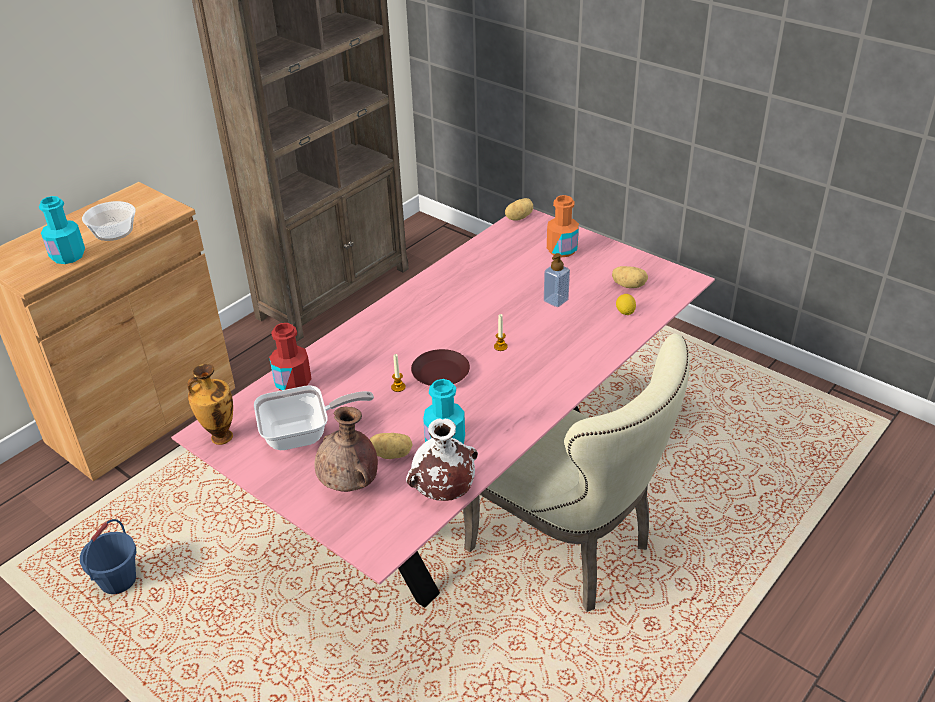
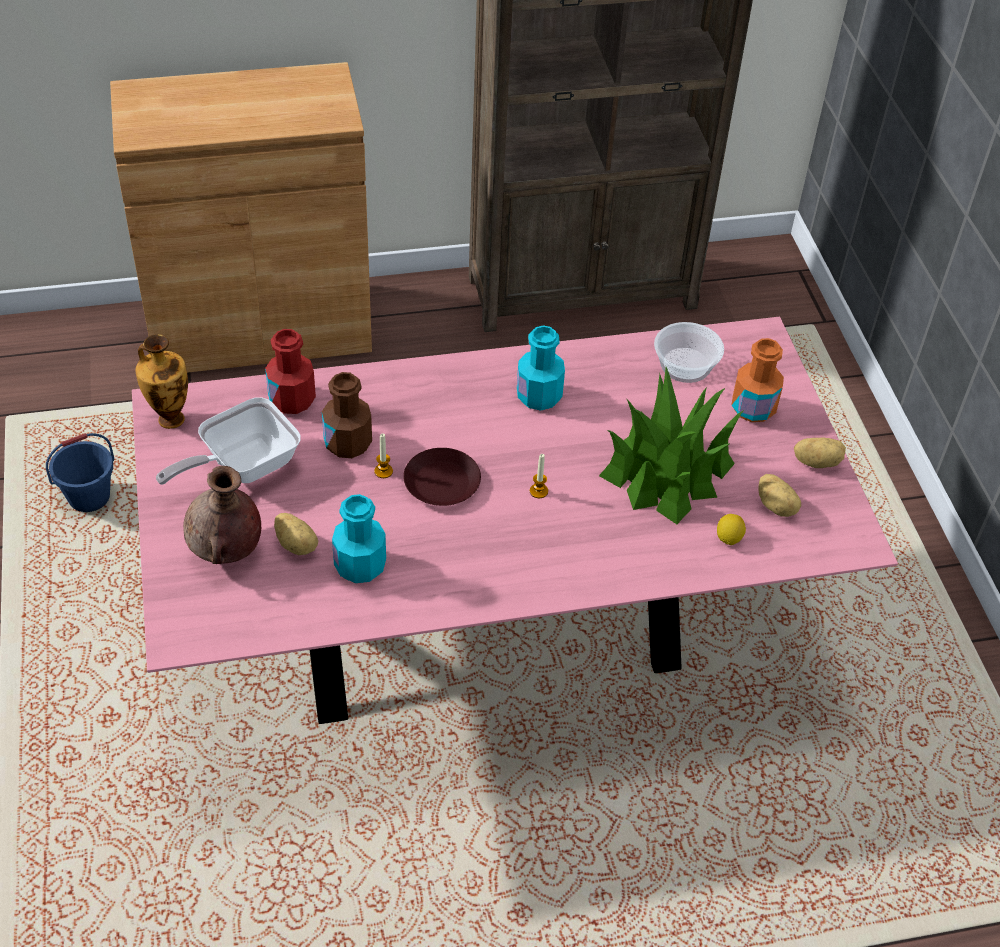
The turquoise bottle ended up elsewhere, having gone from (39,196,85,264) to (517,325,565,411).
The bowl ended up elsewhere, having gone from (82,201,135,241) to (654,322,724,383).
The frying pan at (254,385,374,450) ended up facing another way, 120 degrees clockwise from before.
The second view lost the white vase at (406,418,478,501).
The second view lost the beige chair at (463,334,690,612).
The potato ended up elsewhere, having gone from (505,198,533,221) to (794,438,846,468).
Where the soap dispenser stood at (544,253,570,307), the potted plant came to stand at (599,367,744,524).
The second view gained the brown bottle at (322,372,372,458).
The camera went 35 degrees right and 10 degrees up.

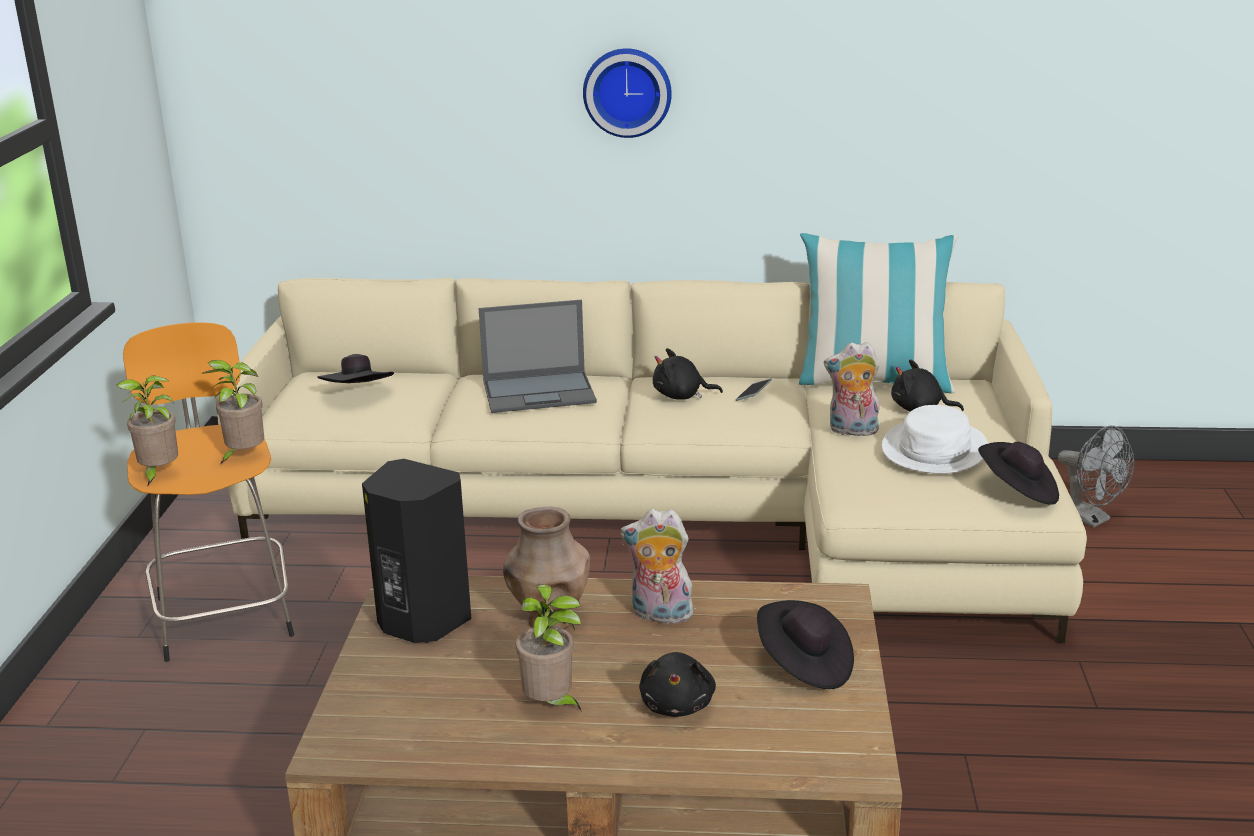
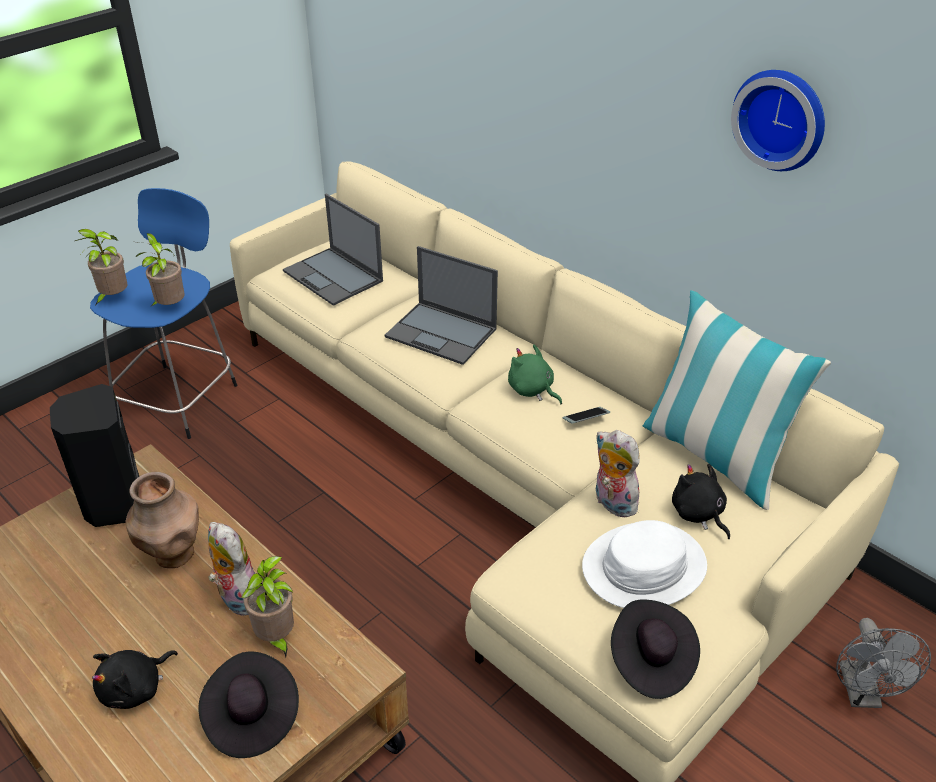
What was the orange stool at (123,322,294,662) turned into the blue stool at (90,188,237,439).
Where the black hat stood at (317,354,394,383), the laptop came to stand at (283,194,383,306).
The potted plant ended up elsewhere, having gone from (516,584,582,712) to (241,556,294,657).
The wall clock ended up elsewhere, having gone from (583,48,672,138) to (731,70,825,171).
What was the black plush toy at (653,348,723,400) turned into the green plush toy at (508,345,562,404).
The camera went 40 degrees right and 15 degrees up.

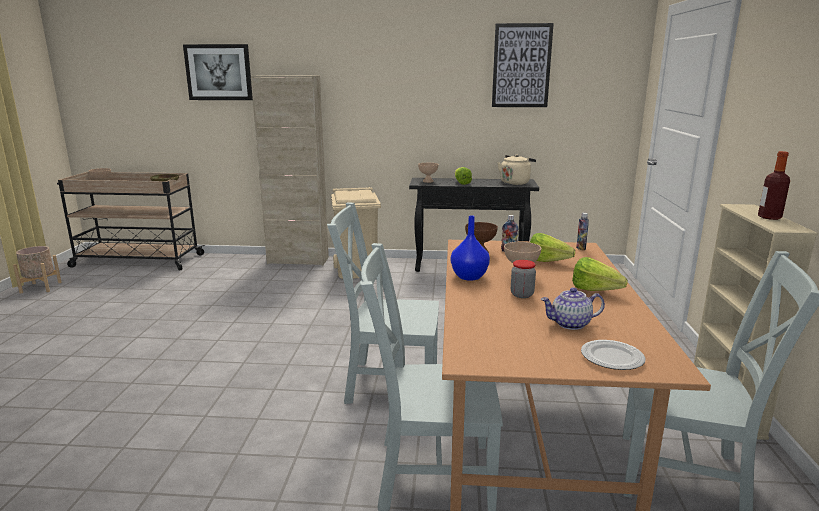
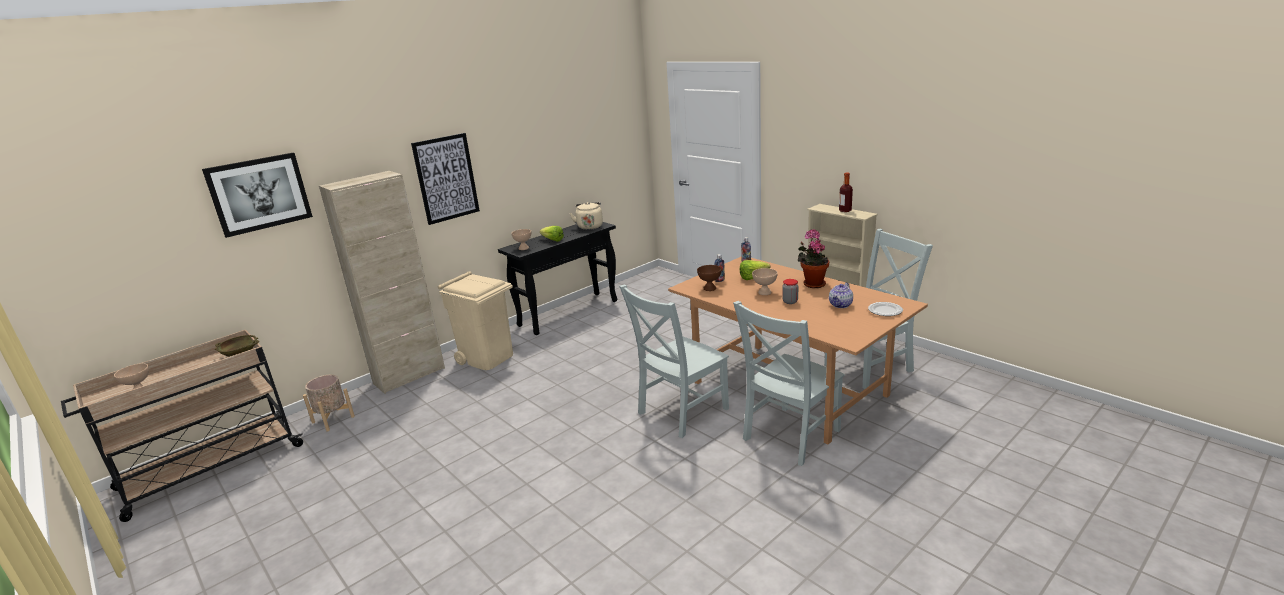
The beige planter ended up elsewhere, having gone from (13,246,62,294) to (303,375,355,431).
The second view lost the blue vase at (451,215,490,281).
The picture ended up elsewhere, having gone from (492,23,554,107) to (411,133,480,225).
Where the lettuce stood at (572,257,628,291), the potted plant came to stand at (798,229,830,288).
The camera went 45 degrees left and 5 degrees up.

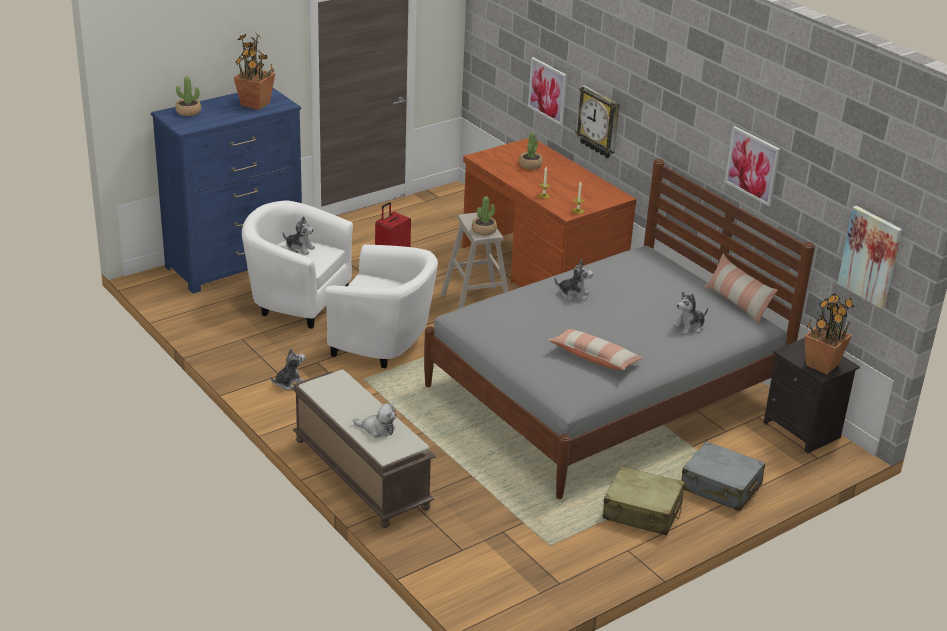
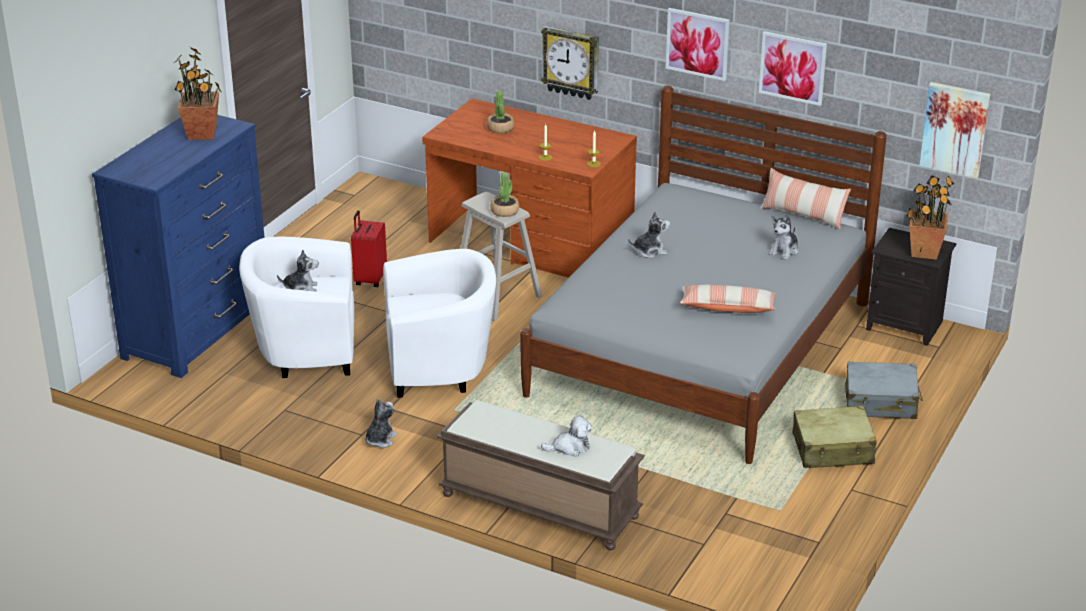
The second view lost the potted plant at (176,76,201,116).
The picture ended up elsewhere, having gone from (528,57,567,125) to (666,8,730,81).
The camera went 25 degrees left and 0 degrees up.

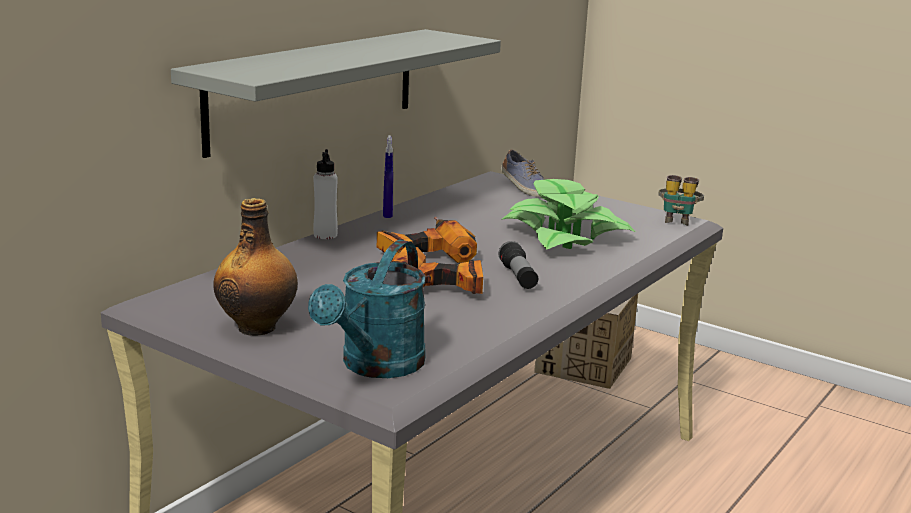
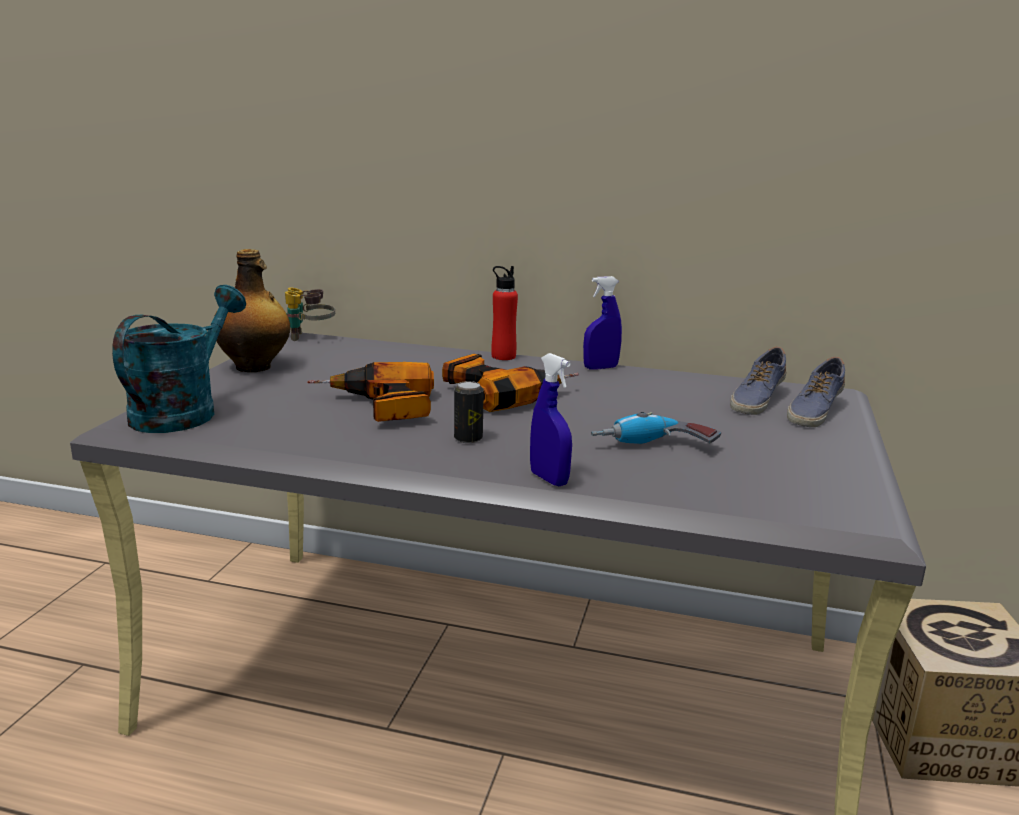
The second view lost the grey shelf at (171,29,501,158).
The turquoise watering can at (308,240,426,378) ended up facing another way, 105 degrees clockwise from before.
What was the white bottle at (313,149,338,239) turned into the red bottle at (491,266,518,360).
Where the flashlight stood at (499,241,538,289), the can came to stand at (454,381,484,443).
Where the potted plant stood at (501,179,636,250), the power drill came to stand at (591,412,721,445).
The binoculars ended up elsewhere, having gone from (658,175,704,226) to (285,287,335,341).
The second view gained the blue spray bottle at (530,353,572,486).
The second view gained the shoe at (730,347,786,415).
The camera went 70 degrees right and 0 degrees up.

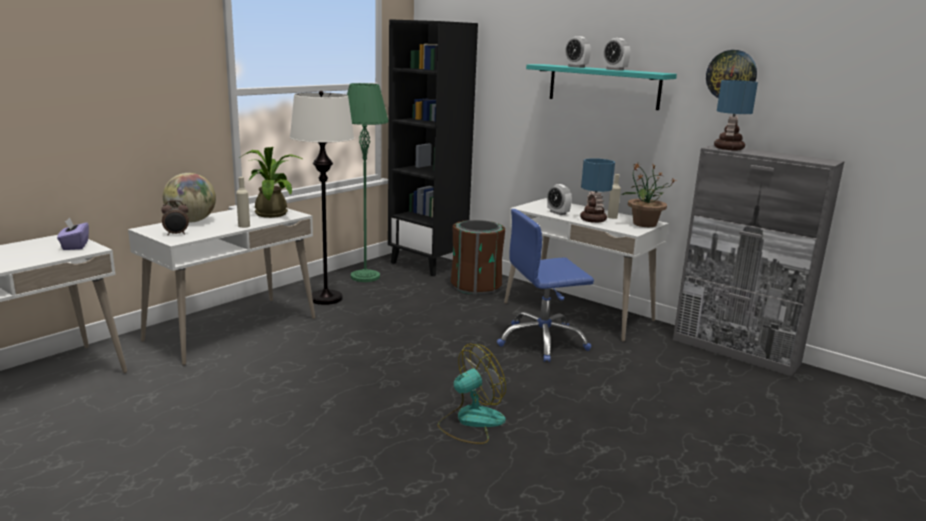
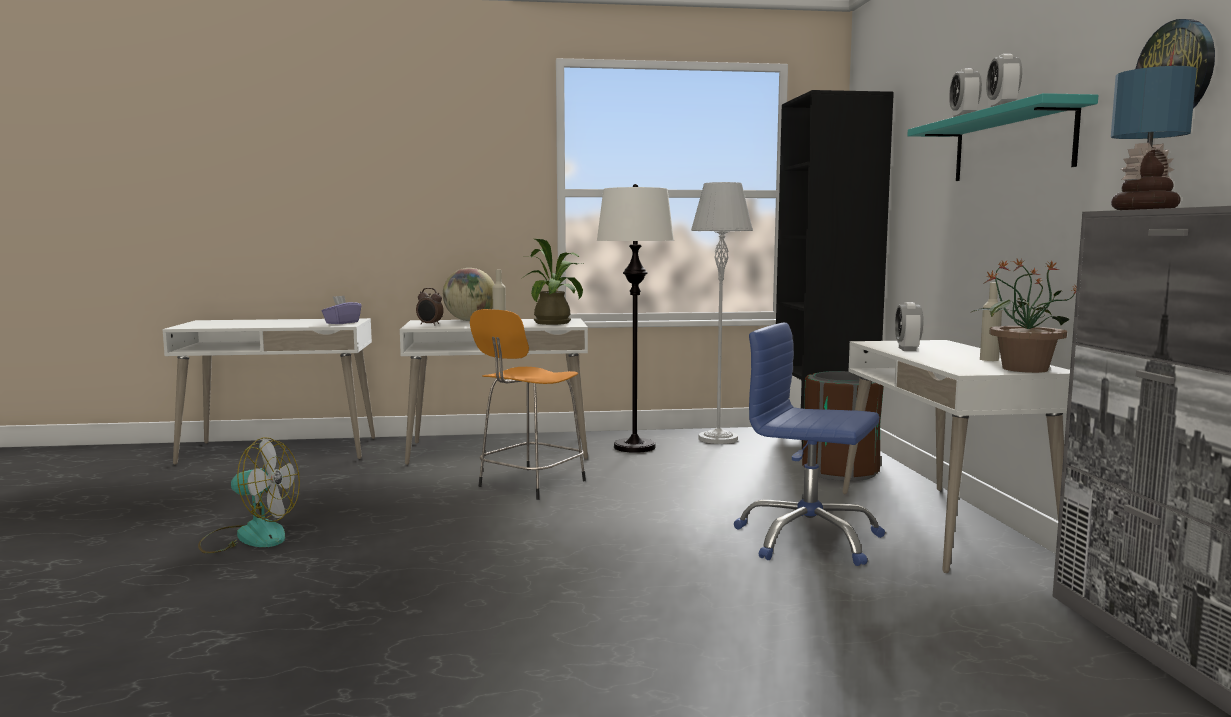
What was the green floor lamp at (347,83,389,282) turned into the grey floor lamp at (691,182,753,444).
The fan ended up elsewhere, having gone from (438,344,506,444) to (198,437,300,554).
The second view lost the table lamp at (580,158,615,223).
The second view gained the orange stool at (470,309,586,500).
The camera went 45 degrees right and 10 degrees down.

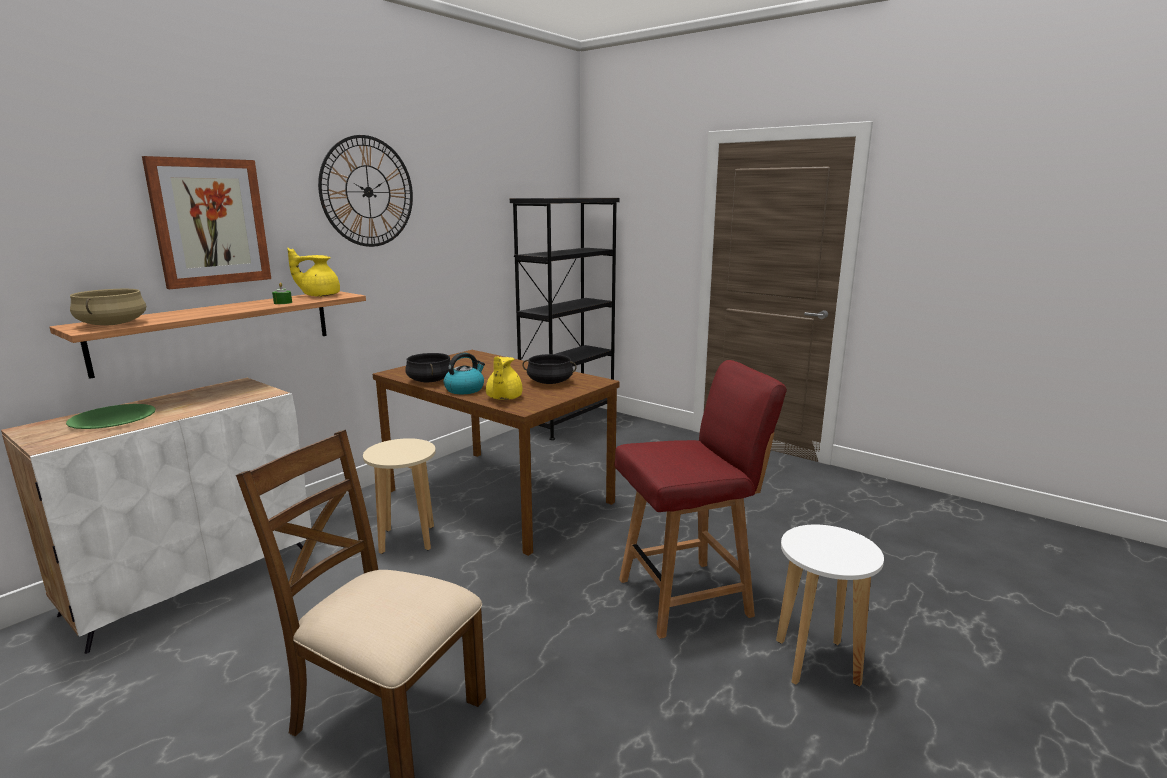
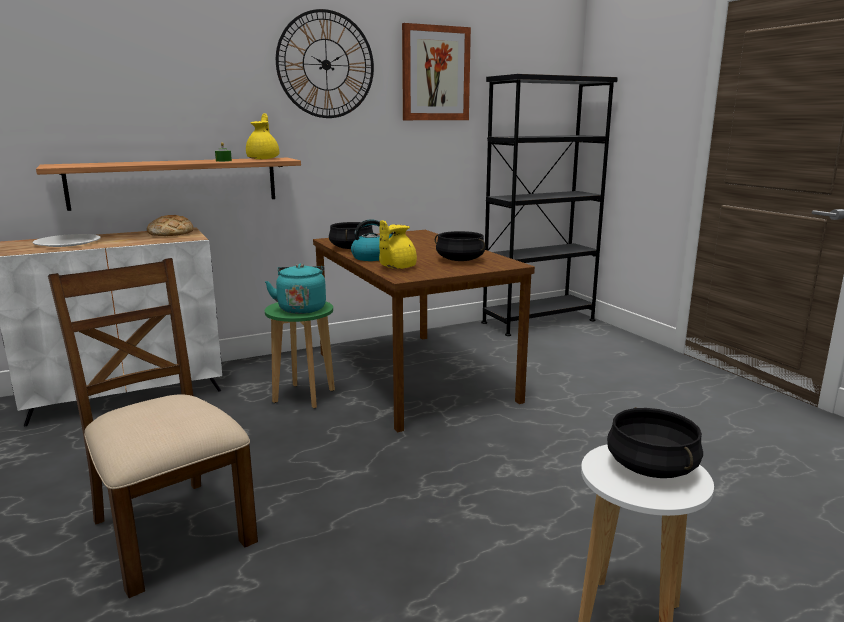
What was the green plate at (66,404,156,429) turned into the white plate at (33,234,101,247).
The second view lost the beige cooking pot at (70,289,146,325).
The picture ended up elsewhere, having gone from (142,156,271,289) to (402,23,471,120).
The yellow teapot at (287,248,340,297) ended up facing another way, 75 degrees clockwise from before.
What was the beige stool at (363,438,436,554) turned into the green stool at (265,302,335,408).
The second view lost the red chair at (615,360,787,639).
The second view gained the bread at (147,215,193,236).
The second view gained the turquoise kettle at (265,264,326,314).
The second view gained the black cooking pot at (607,407,703,478).
The camera went 25 degrees right and 0 degrees up.

